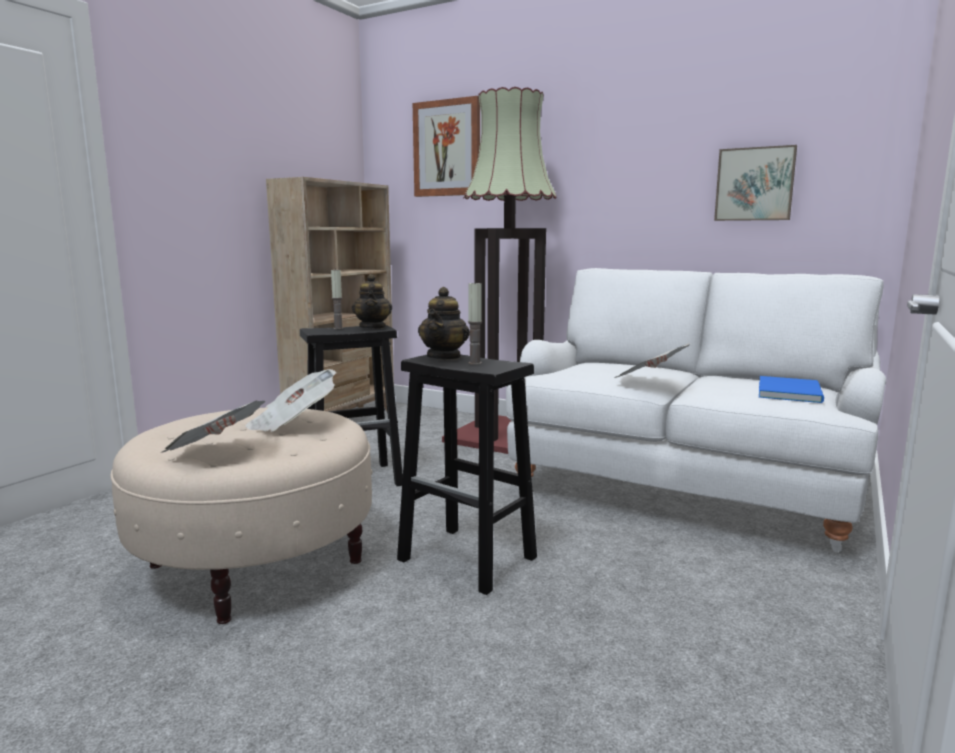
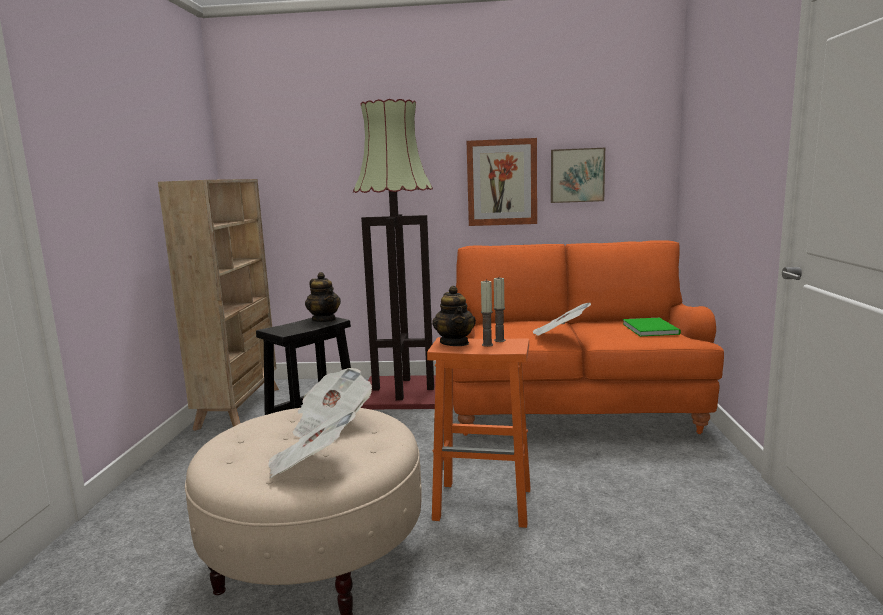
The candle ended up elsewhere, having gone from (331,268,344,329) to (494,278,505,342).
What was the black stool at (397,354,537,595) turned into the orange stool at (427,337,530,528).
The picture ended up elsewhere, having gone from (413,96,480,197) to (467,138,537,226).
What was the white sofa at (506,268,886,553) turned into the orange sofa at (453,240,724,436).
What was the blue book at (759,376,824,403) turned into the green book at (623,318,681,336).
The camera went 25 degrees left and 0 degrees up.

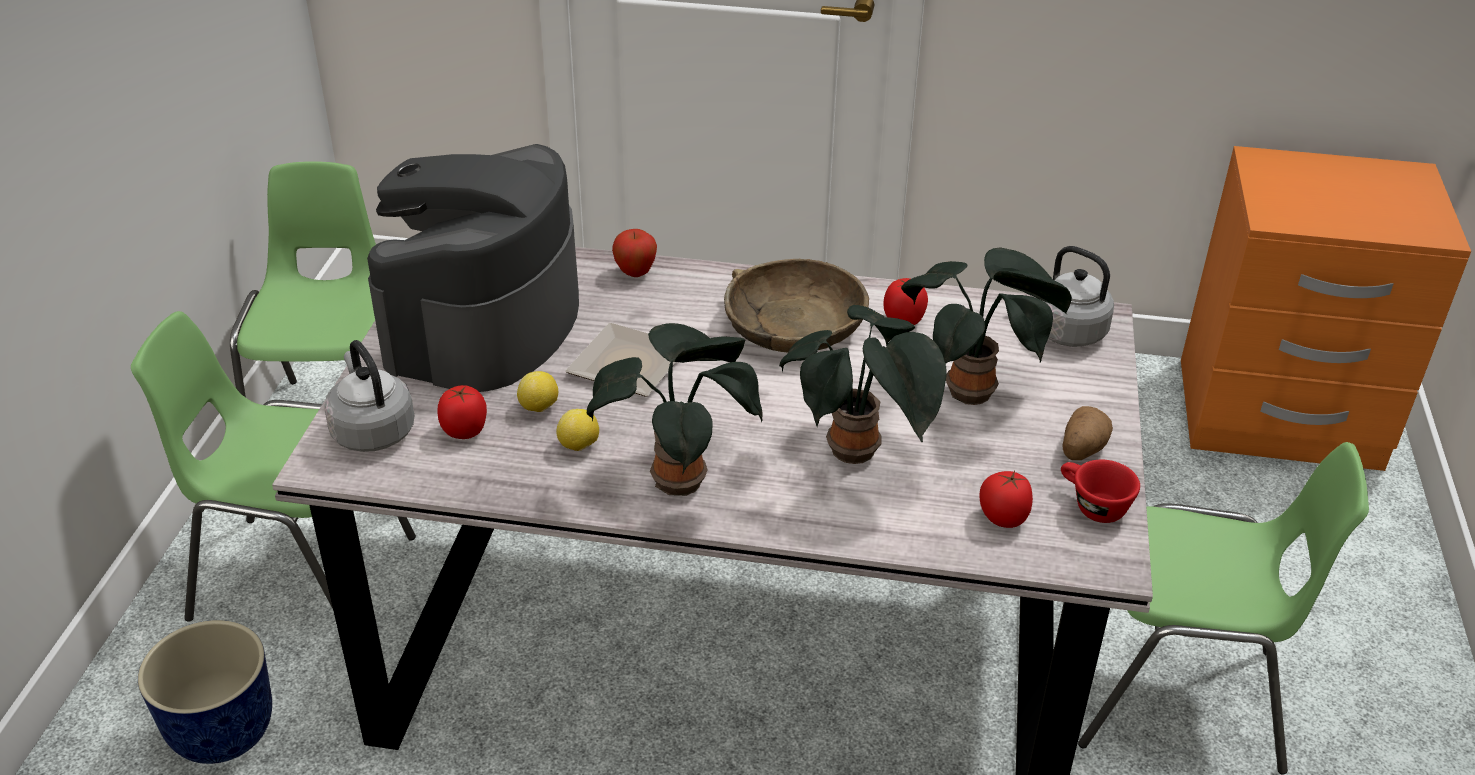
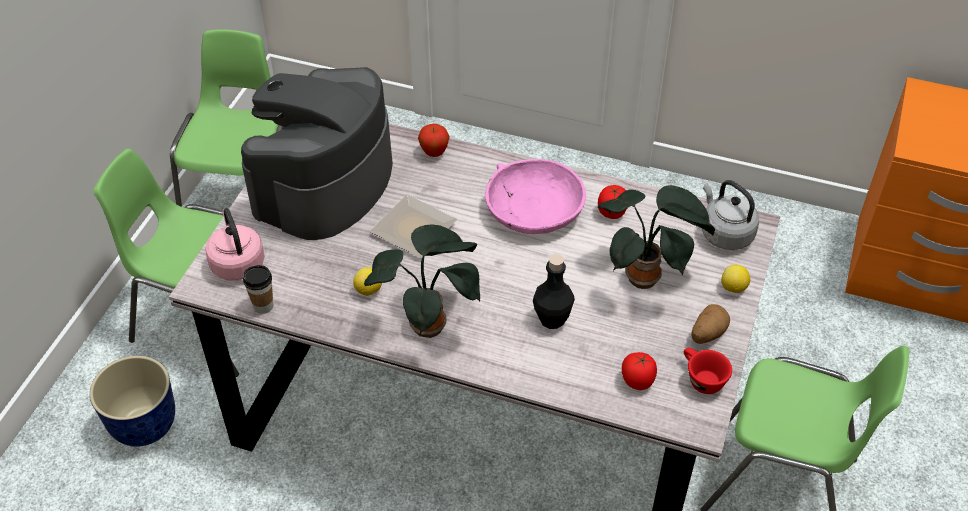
What was the grey kettle at (324,340,415,452) turned into the pink kettle at (205,208,265,281).
The second view lost the tomato at (437,385,487,439).
The lemon ended up elsewhere, having gone from (517,371,558,412) to (721,265,750,293).
What was the brown bowl at (724,259,869,352) turned into the pink bowl at (485,159,586,234).
Where the potted plant stood at (779,305,947,464), the black bottle came to stand at (533,254,575,329).
The second view gained the cup at (243,265,273,314).
The camera went 10 degrees right and 10 degrees up.

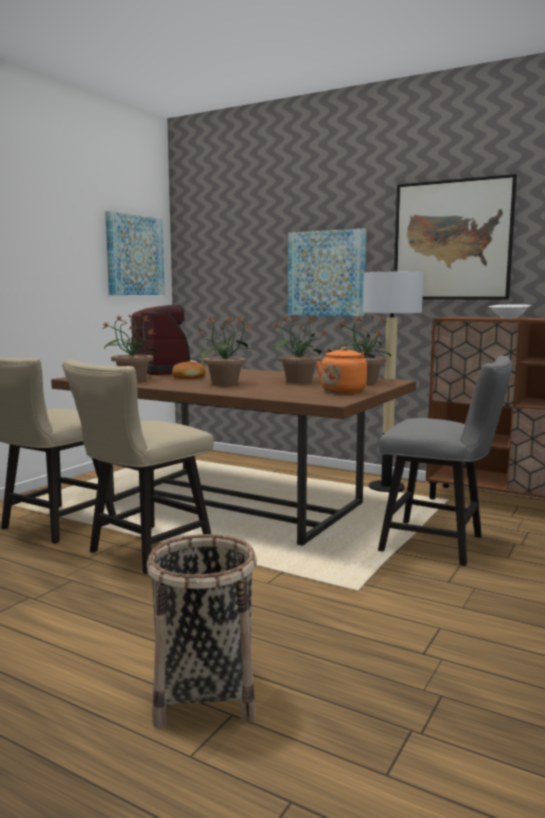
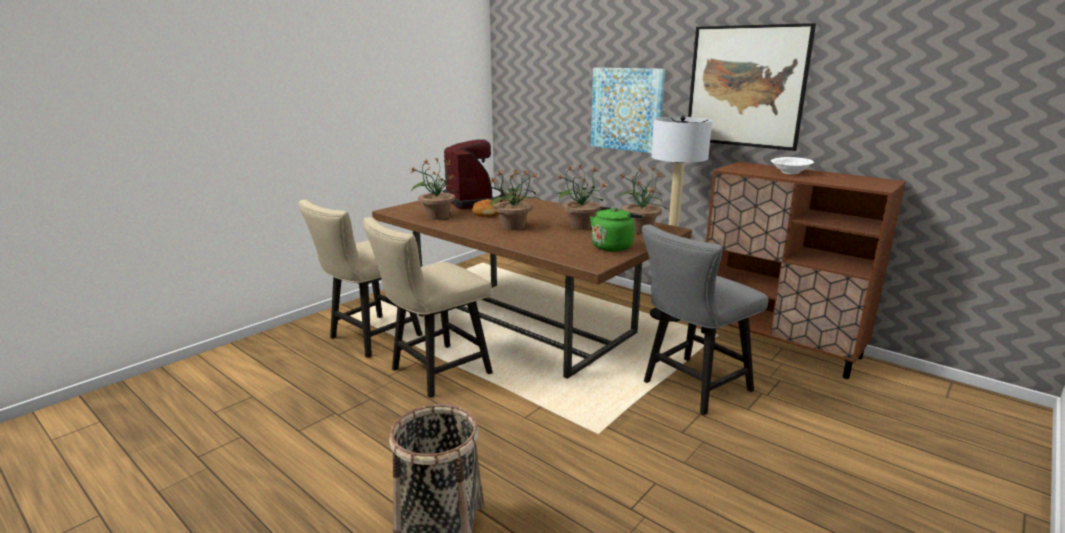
The second view lost the picture at (105,211,165,295).
What was the orange kettle at (316,347,375,394) turned into the green kettle at (590,207,643,251).
The grey chair at (378,356,512,566) ended up facing another way, 105 degrees clockwise from before.
The camera went 10 degrees right and 10 degrees up.

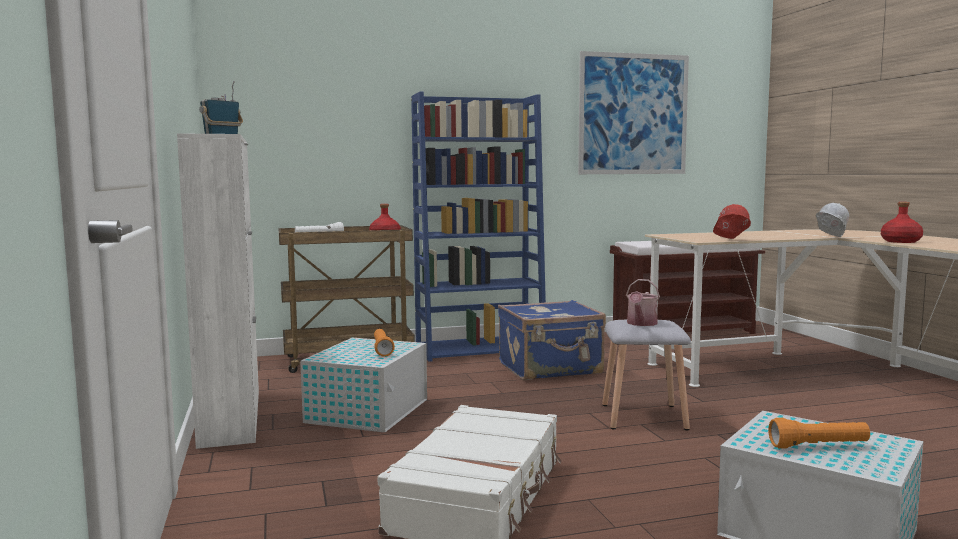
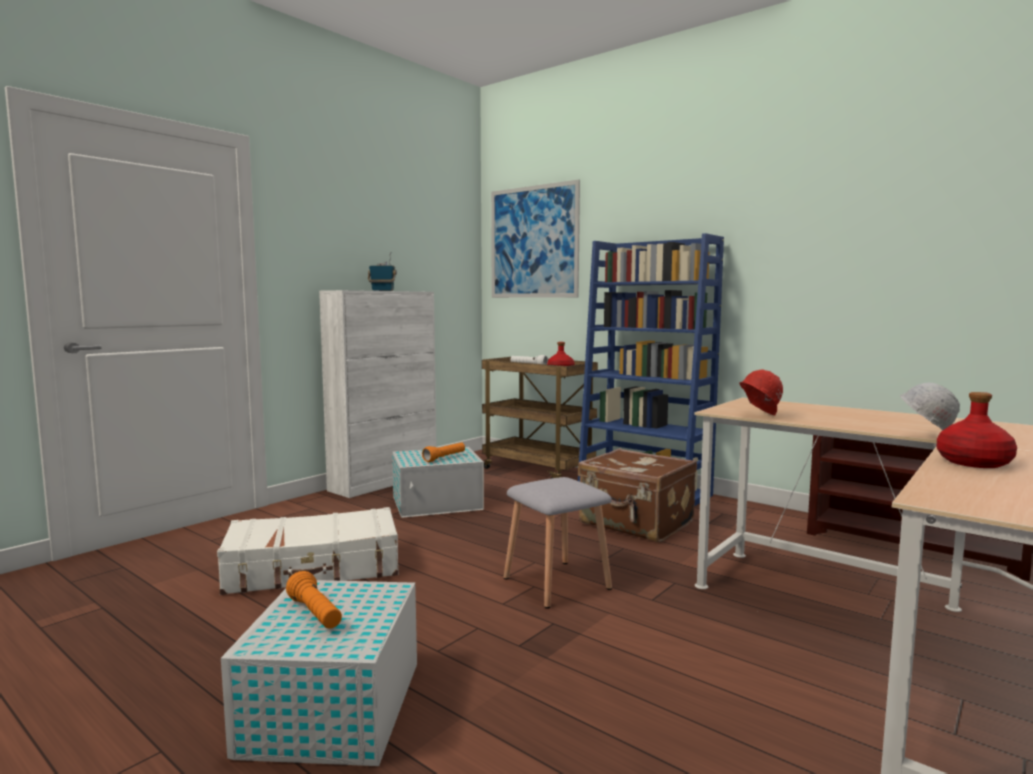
What was the blue suitcase at (498,300,606,380) turned into the brown suitcase at (578,448,697,542).
The picture ended up elsewhere, having gone from (578,51,689,174) to (491,179,580,298).
The second view lost the watering can at (626,279,660,326).
The camera went 55 degrees right and 0 degrees up.

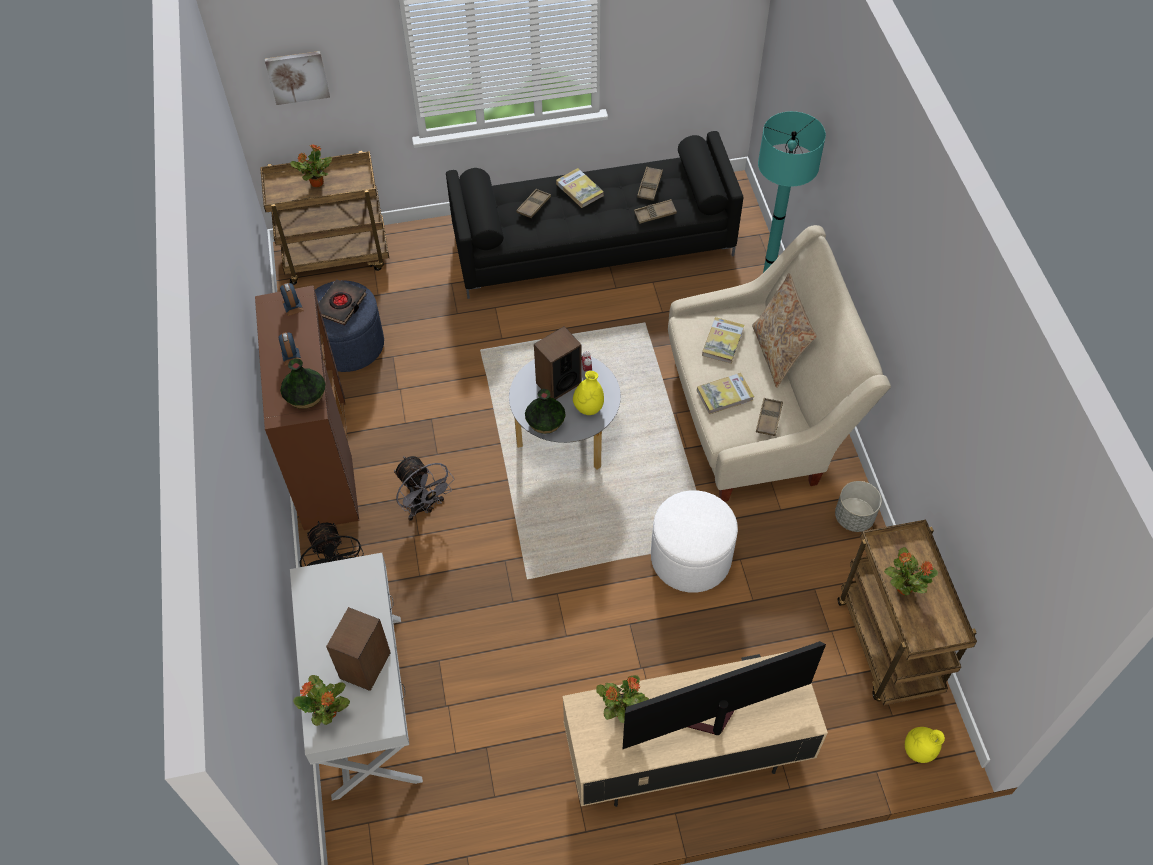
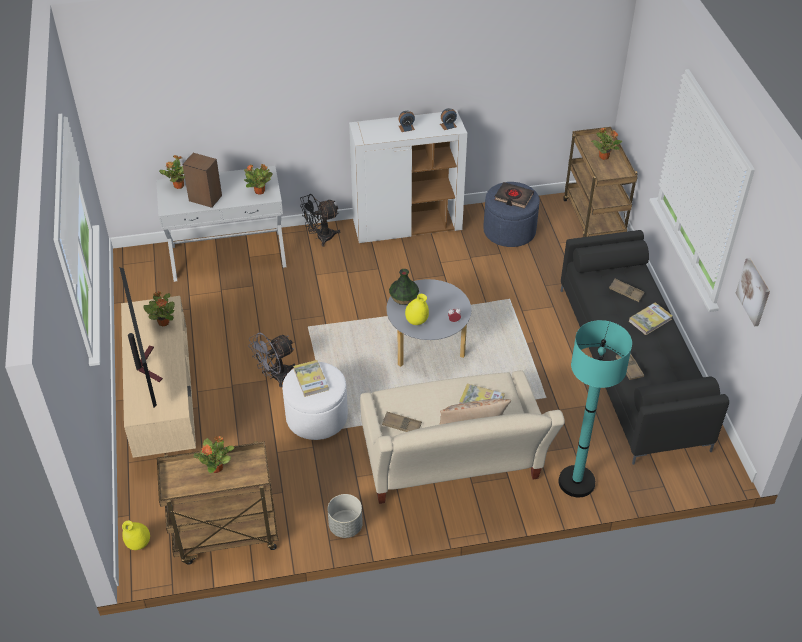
What was the brown cabinet at (255,285,359,530) turned into the white cabinet at (349,110,467,243).
The picture ended up elsewhere, having gone from (265,51,330,105) to (736,258,770,327).
The second view lost the vase at (280,359,326,409).
The grey fan ended up elsewhere, having gone from (394,456,454,521) to (248,332,295,387).
The second view lost the speaker at (534,327,582,400).
The second view lost the brown tray at (637,167,663,201).
The book ended up elsewhere, having gone from (697,373,754,414) to (293,360,329,397).
The second view gained the potted plant at (244,164,272,195).
The camera went 90 degrees right and 10 degrees down.

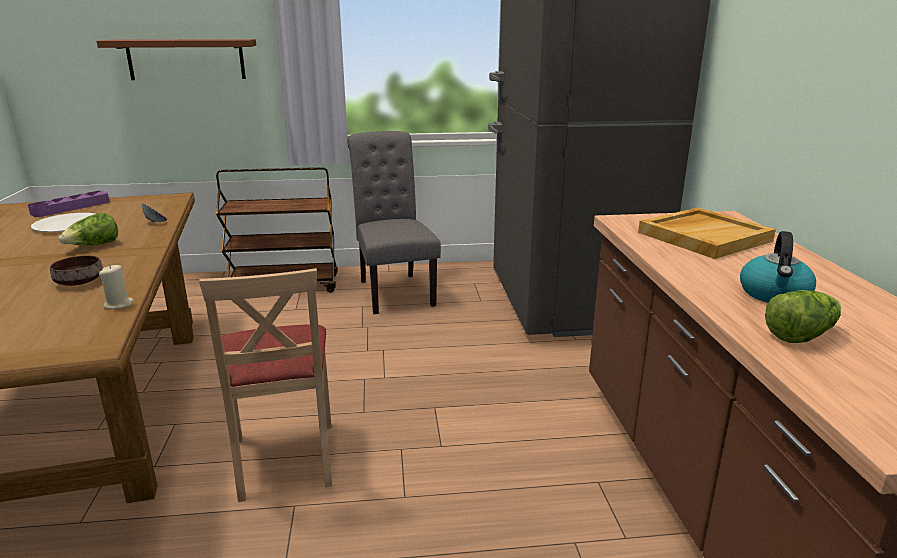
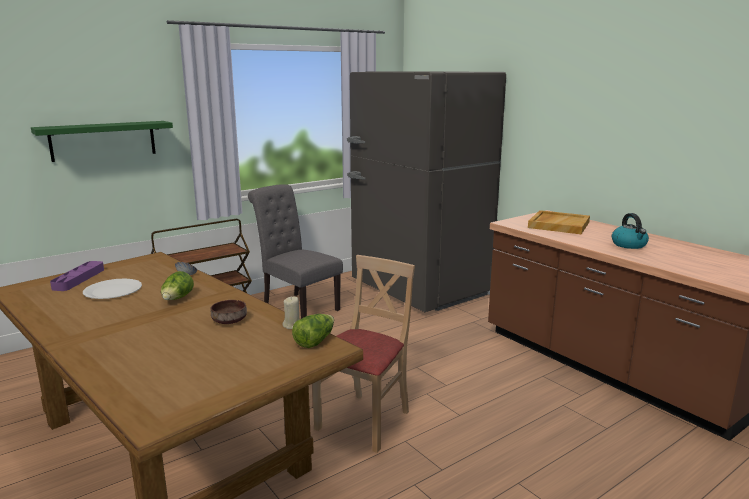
What was the brown shelf at (97,39,256,80) turned into the green shelf at (31,121,173,162).
The beige chair at (199,268,332,502) ended up facing another way, 105 degrees counterclockwise from before.
The lettuce ended up elsewhere, having gone from (765,290,841,343) to (292,314,334,348).
The camera went 30 degrees left and 5 degrees down.

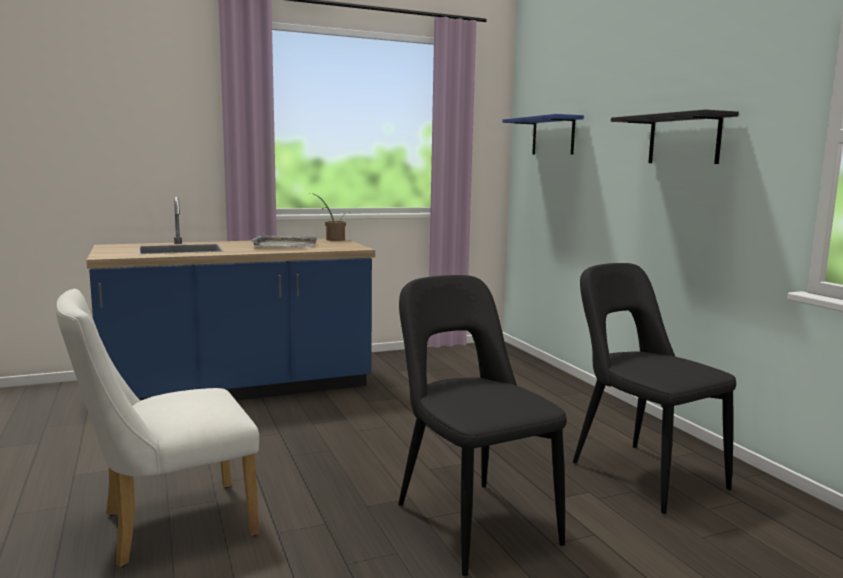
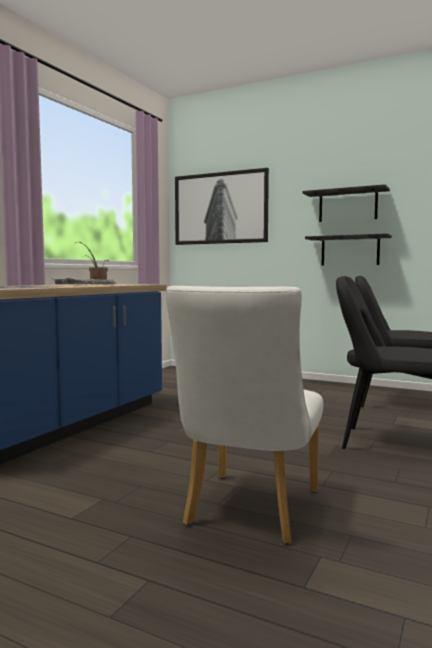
Where the blue shelf hung at (502,114,584,155), the picture came to hang at (175,168,269,245).
The second view gained the black shelf at (305,233,392,266).
The camera went 40 degrees left and 5 degrees down.

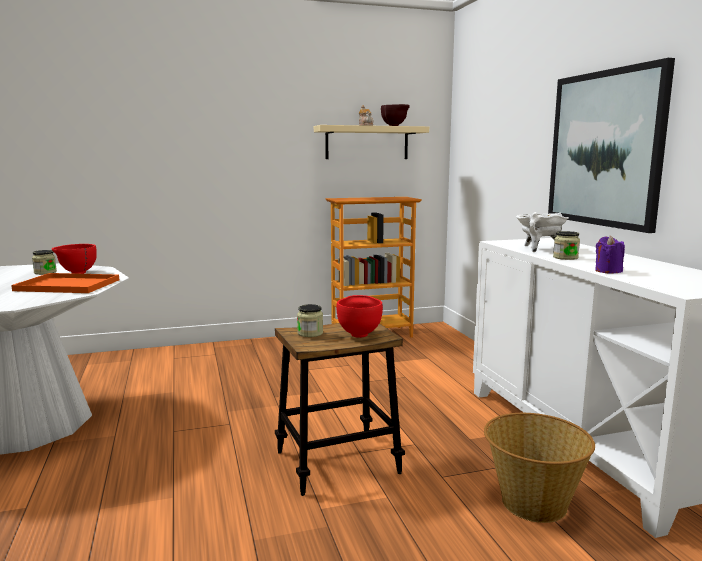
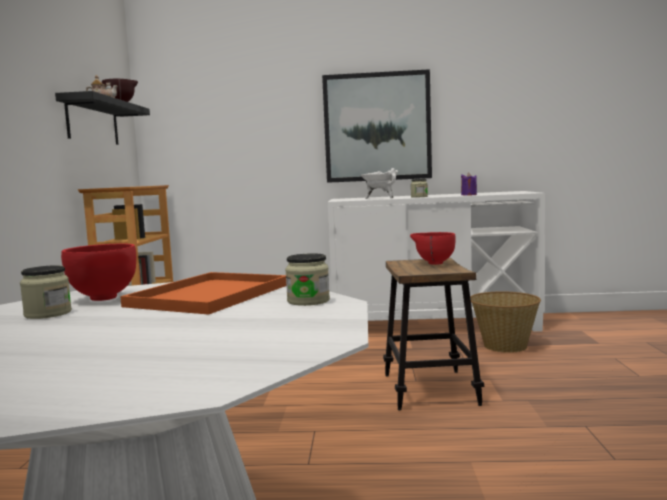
The jar ended up elsewhere, having gone from (297,304,323,337) to (285,253,330,306).
What was the beige shelf at (314,125,429,159) turned into the black shelf at (55,91,150,145).
The camera went 70 degrees left and 5 degrees down.

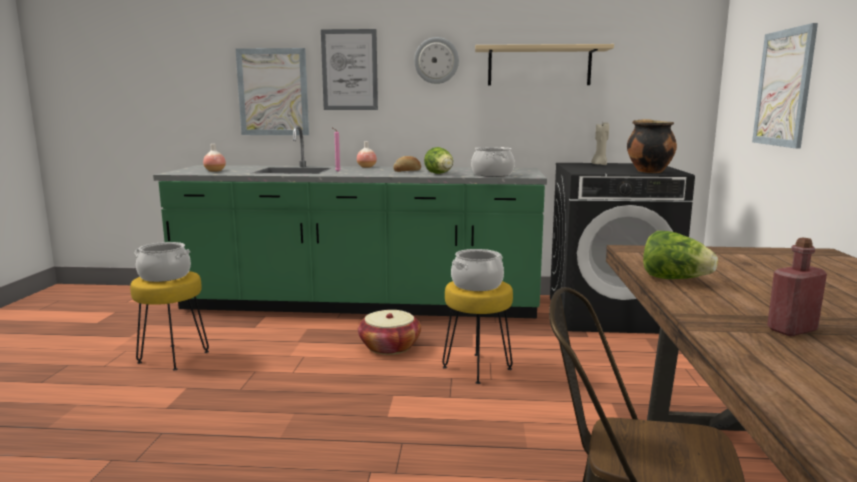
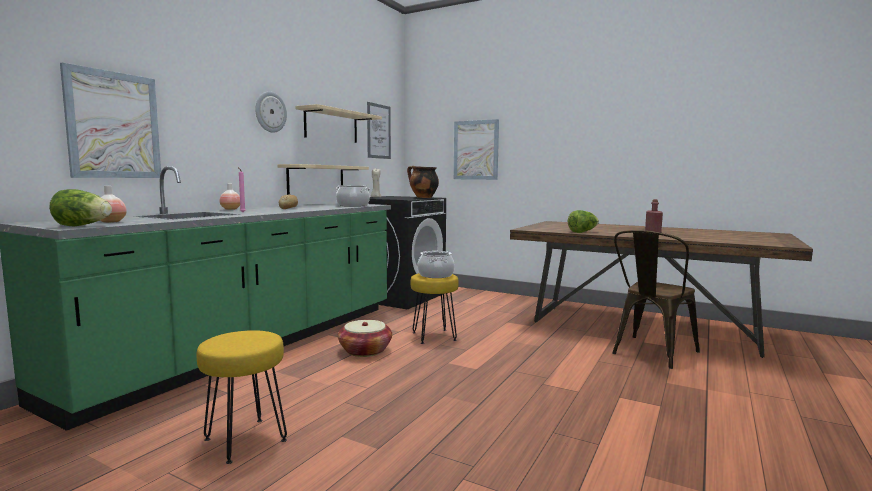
The second view lost the cooking pot at (135,242,191,282).
The picture ended up elsewhere, having gone from (321,29,378,110) to (367,102,391,159).
The lettuce ended up elsewhere, having gone from (424,147,453,174) to (49,189,112,226).
The second view gained the beige shelf at (278,164,369,195).
The camera went 65 degrees left and 5 degrees down.

